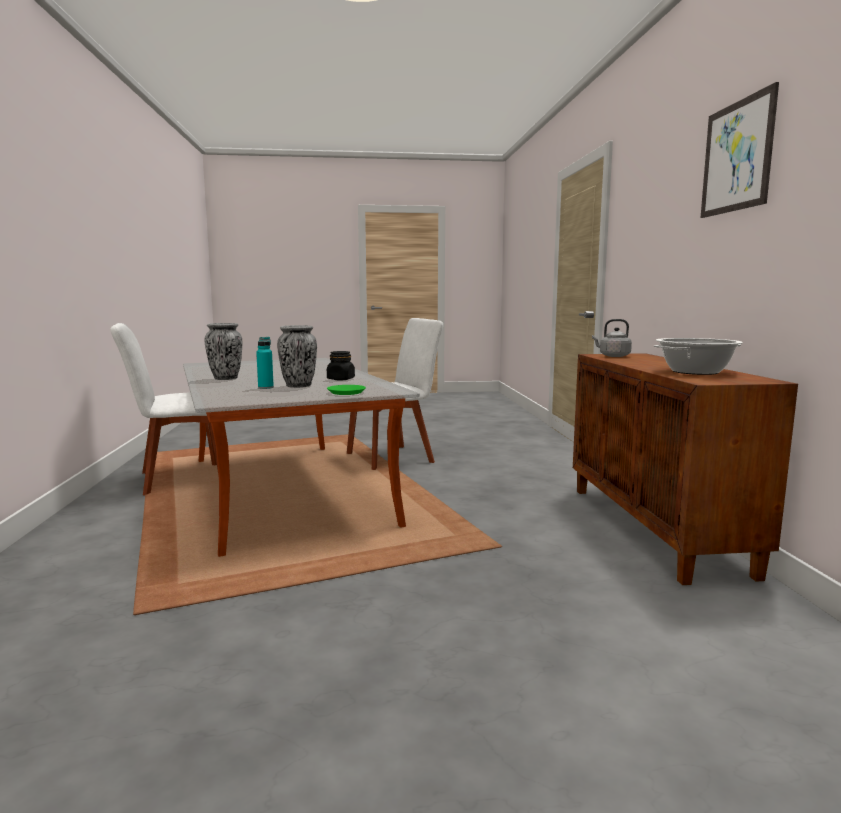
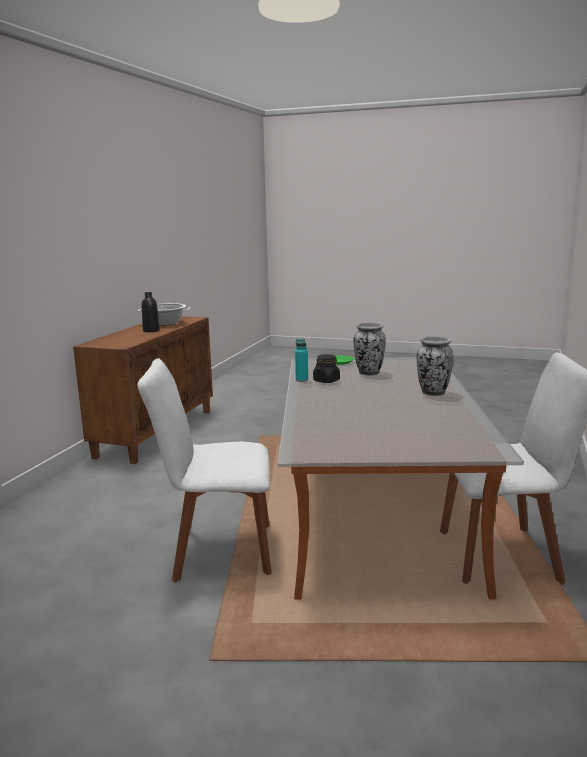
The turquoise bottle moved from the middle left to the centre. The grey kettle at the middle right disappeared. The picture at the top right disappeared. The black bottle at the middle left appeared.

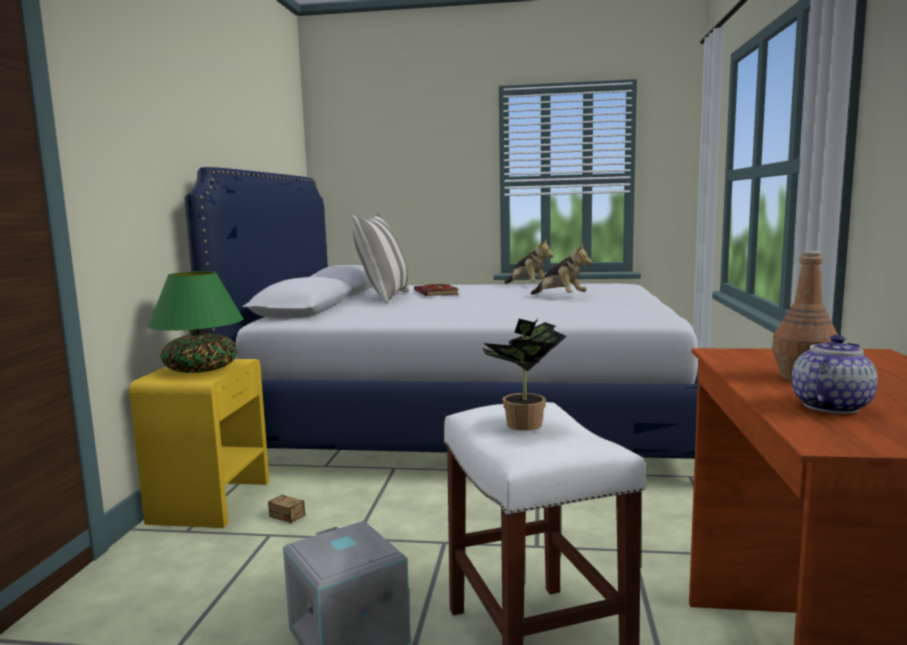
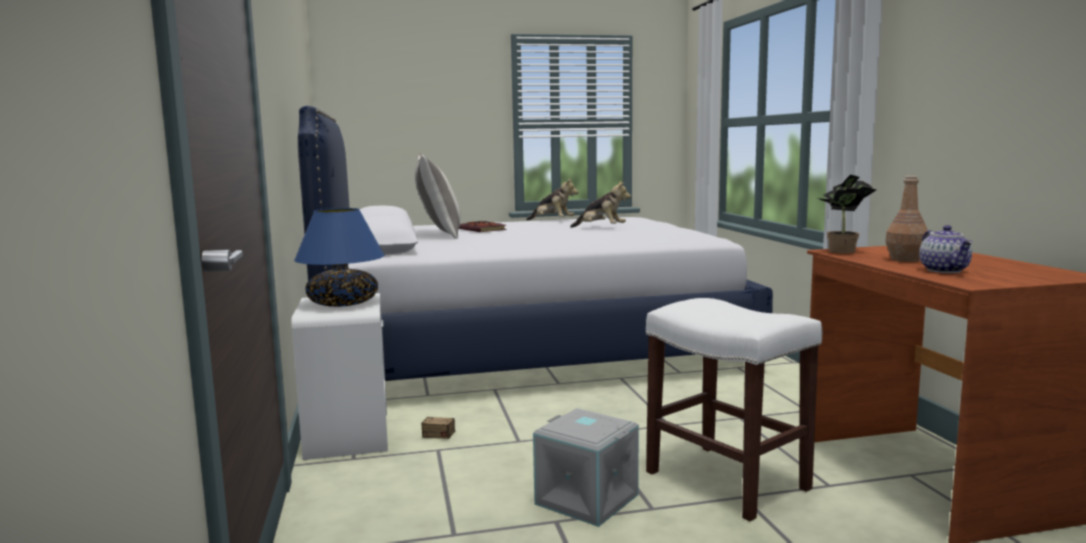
The yellow nightstand at the bottom left became the white nightstand at the bottom left. The green table lamp at the middle left became the blue table lamp at the middle left. The potted plant moved from the centre to the middle right. The teapot at the middle right turned 150 degrees clockwise.

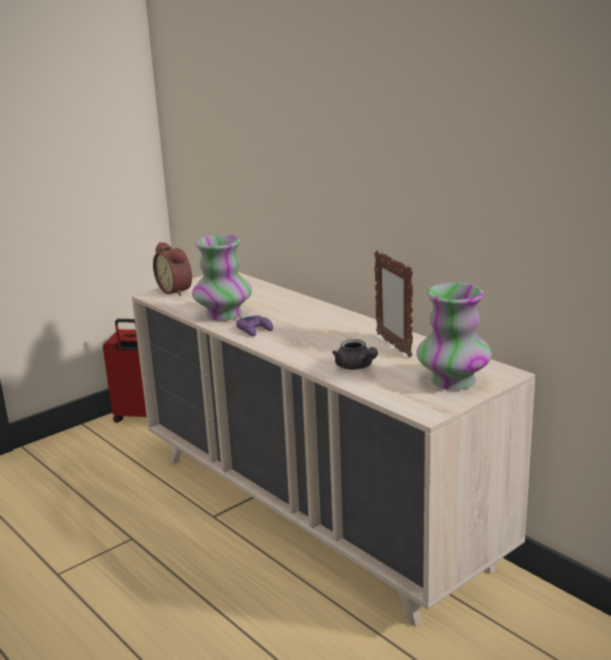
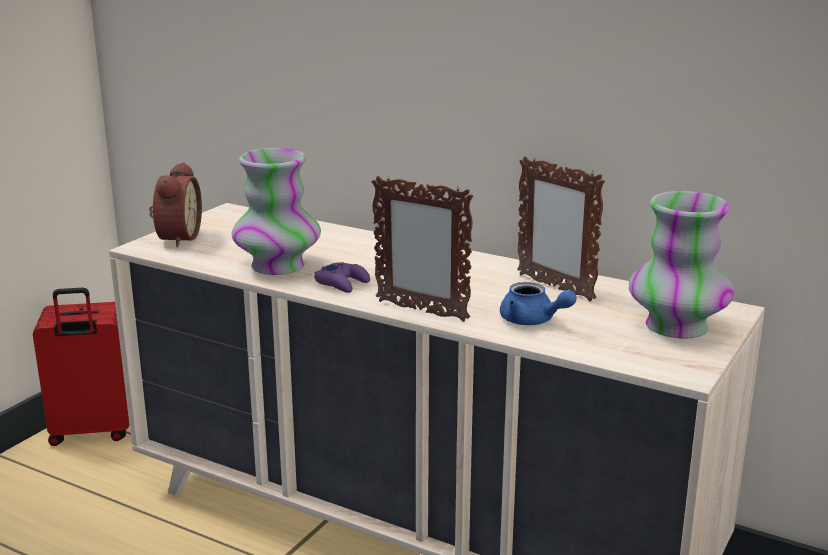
The alarm clock at the middle left turned 120 degrees counterclockwise. The grey teapot at the centre became the blue teapot at the centre. The picture frame (1st from left) at the centre appeared.

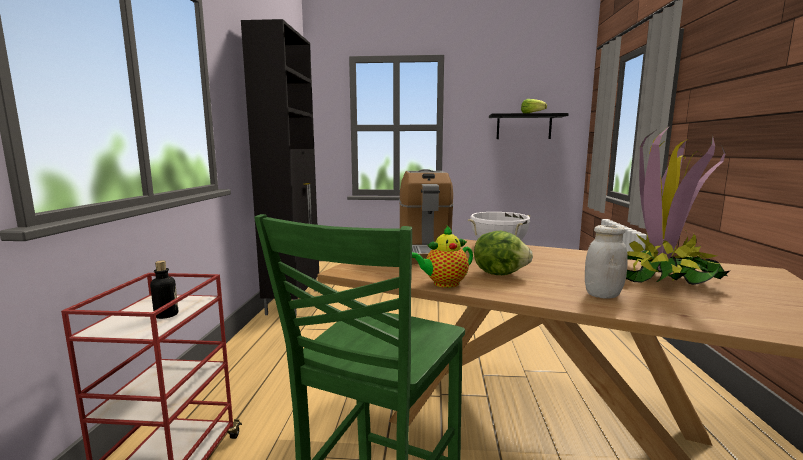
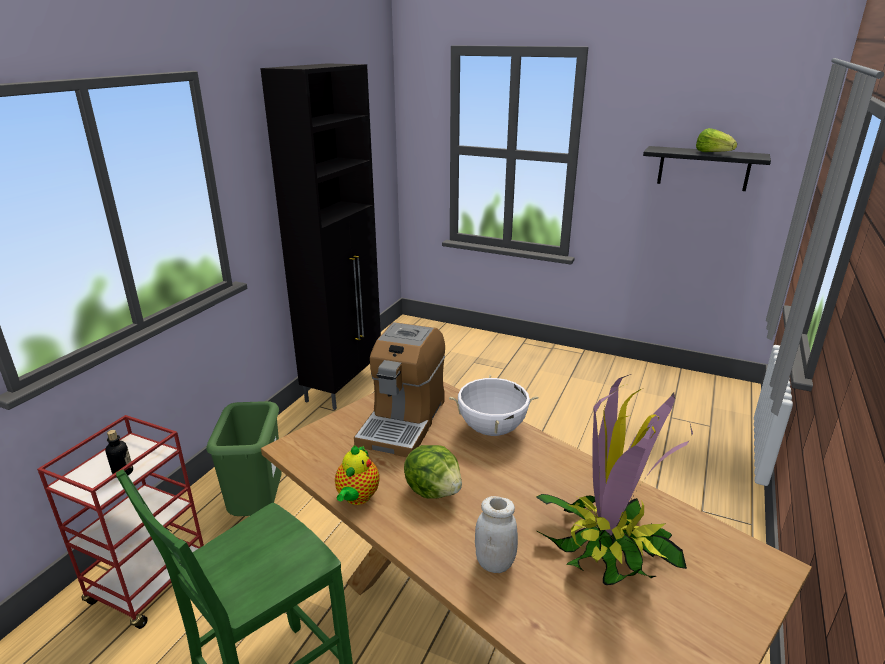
The teapot at the centre turned 75 degrees counterclockwise. The green trash can at the bottom left appeared.

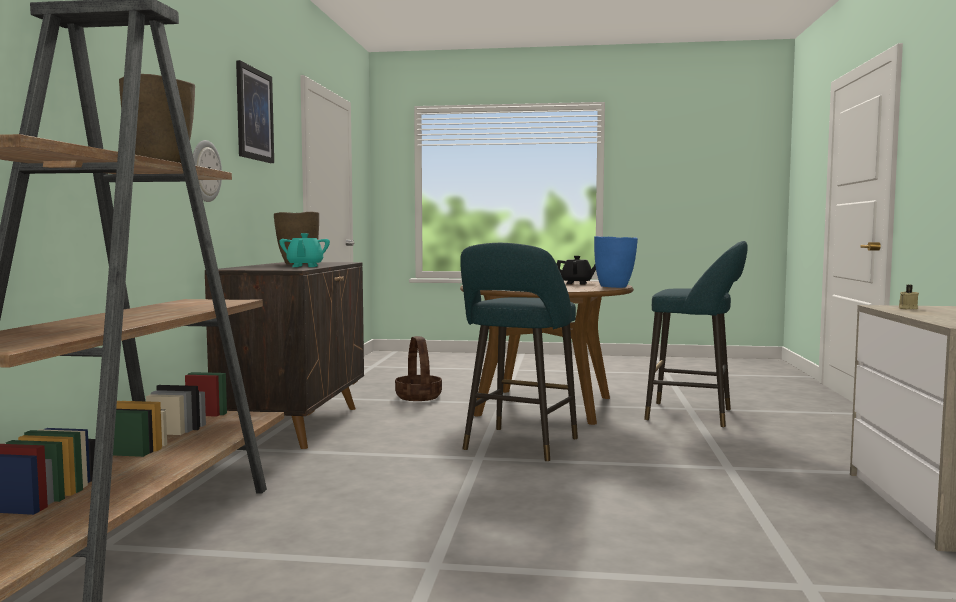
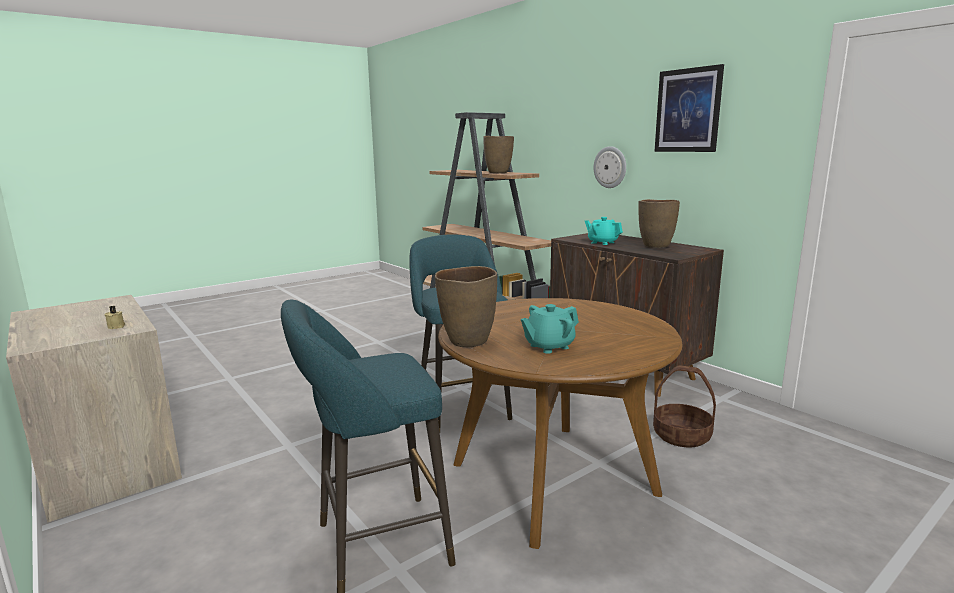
The black teapot at the centre became the turquoise teapot (1st from left) at the centre. The blue vase at the centre became the brown vase (1st from left) at the centre.

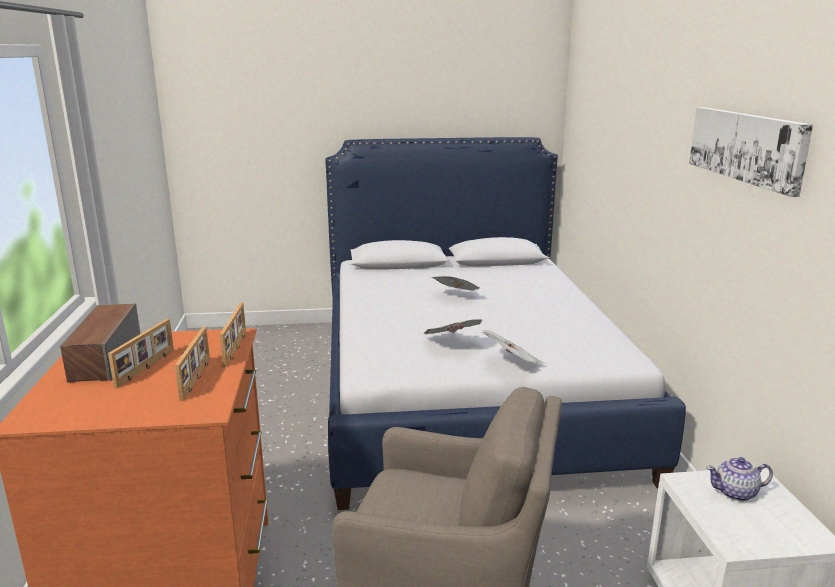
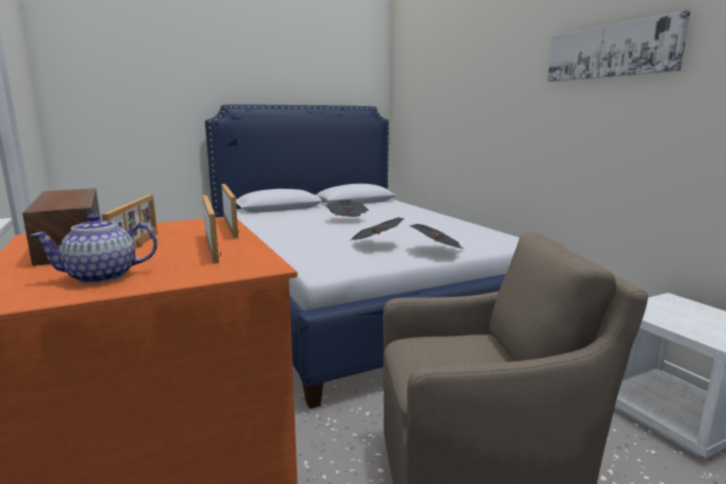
The teapot moved from the bottom right to the middle left.

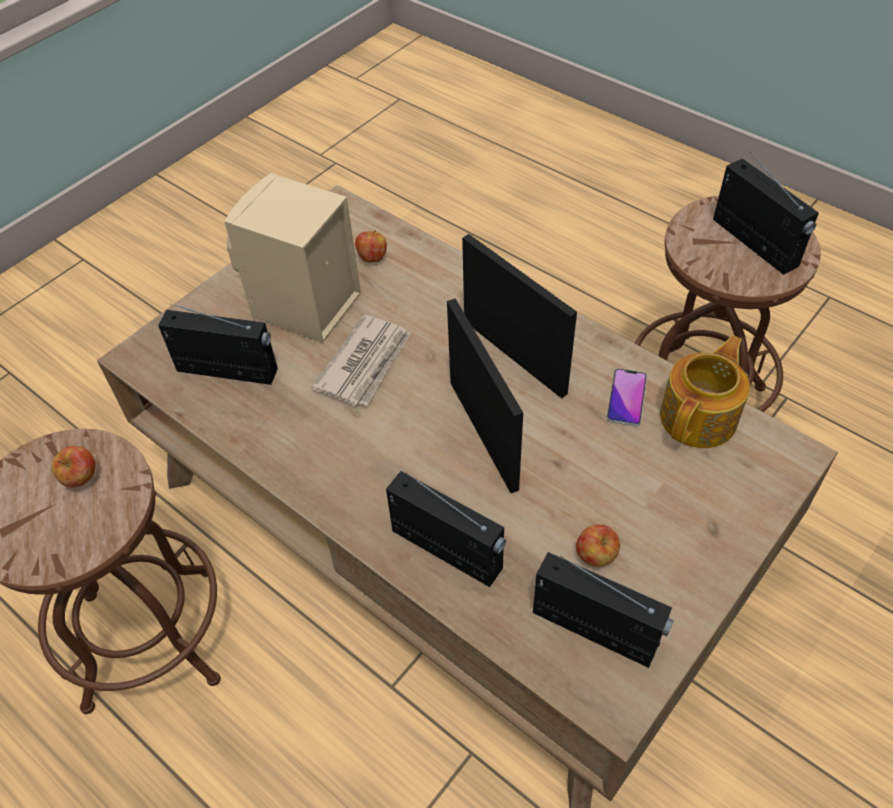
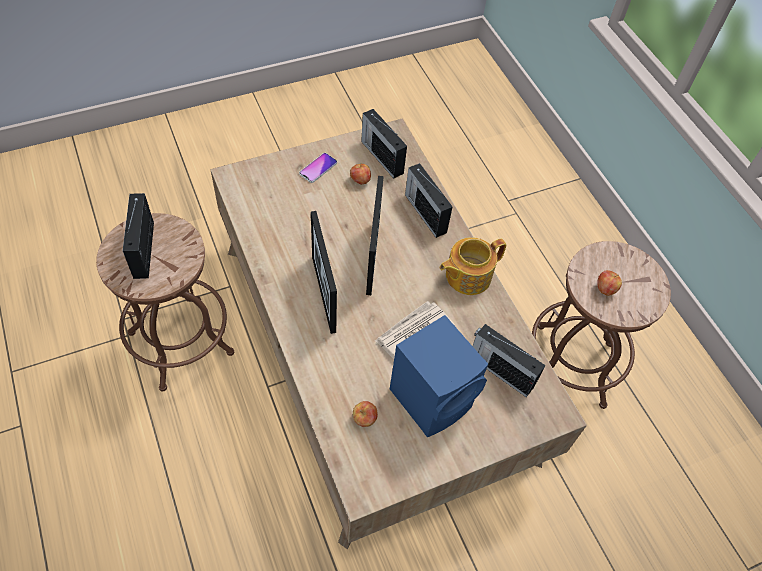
The beige speaker at the top left became the blue speaker at the centre. The phone moved from the middle right to the top centre. The teapot moved from the middle right to the centre.

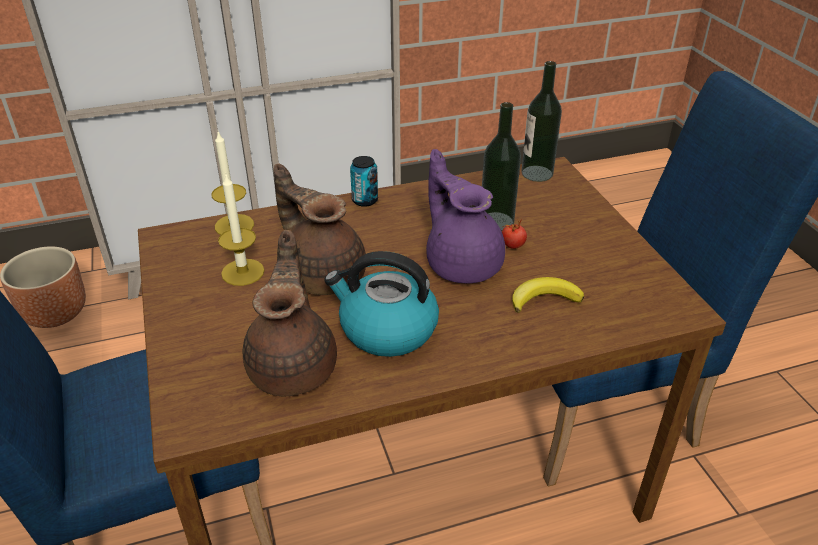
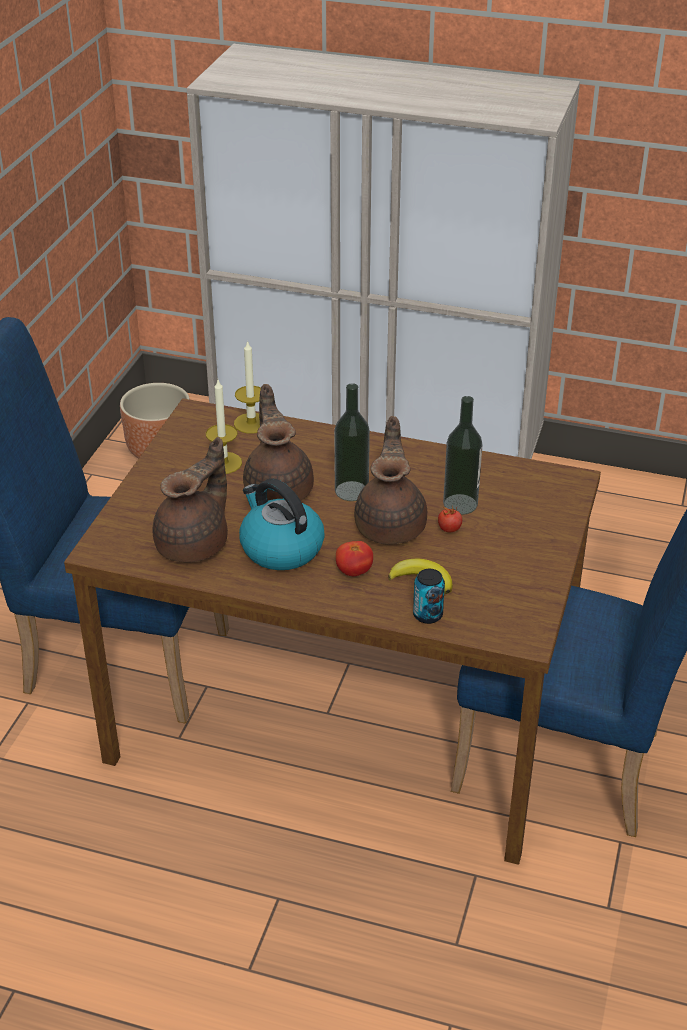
The can moved from the top centre to the centre. The purple teapot at the centre became the brown teapot (3rd from left) at the centre. The bottle (2nd from left in the first image) moved from the top centre to the centre. The tomato (1st from left) at the centre appeared.

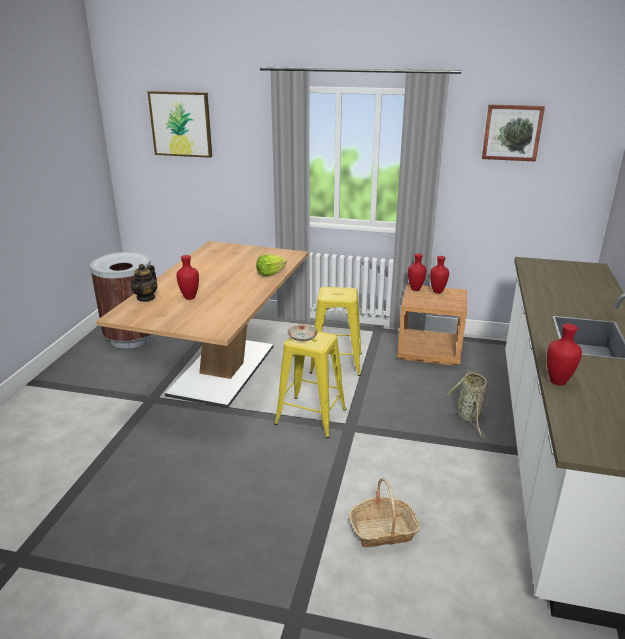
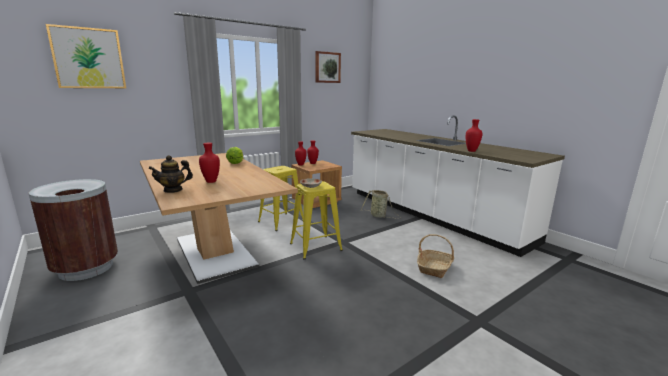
The teapot at the middle left turned 90 degrees clockwise.

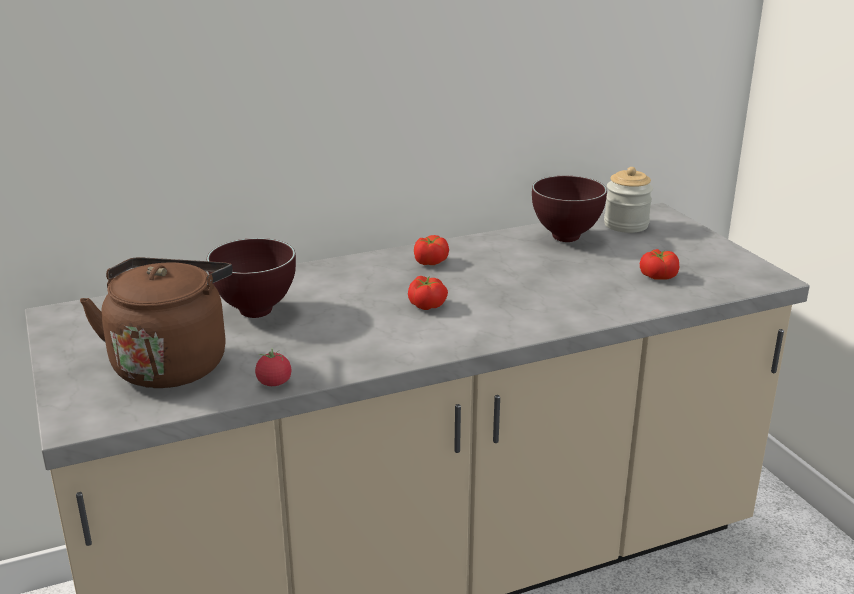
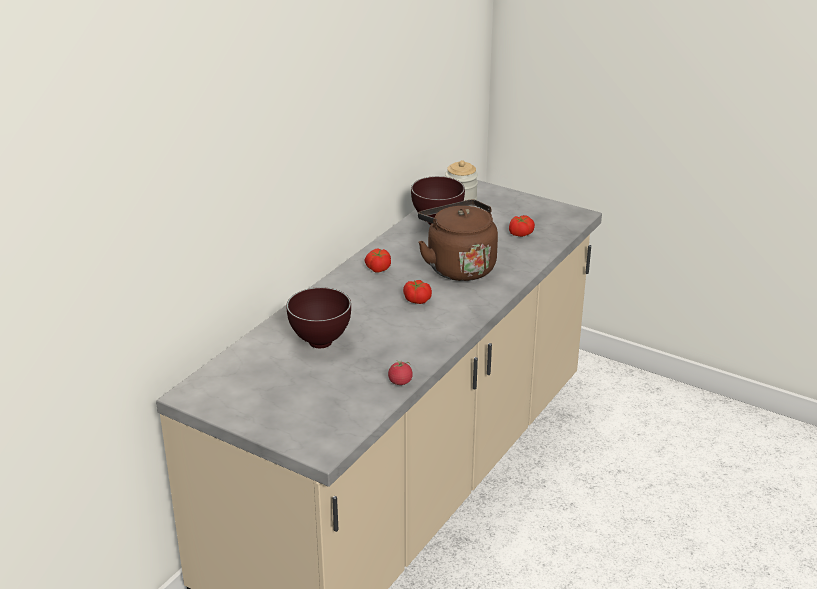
The brown kettle moved from the middle left to the centre.

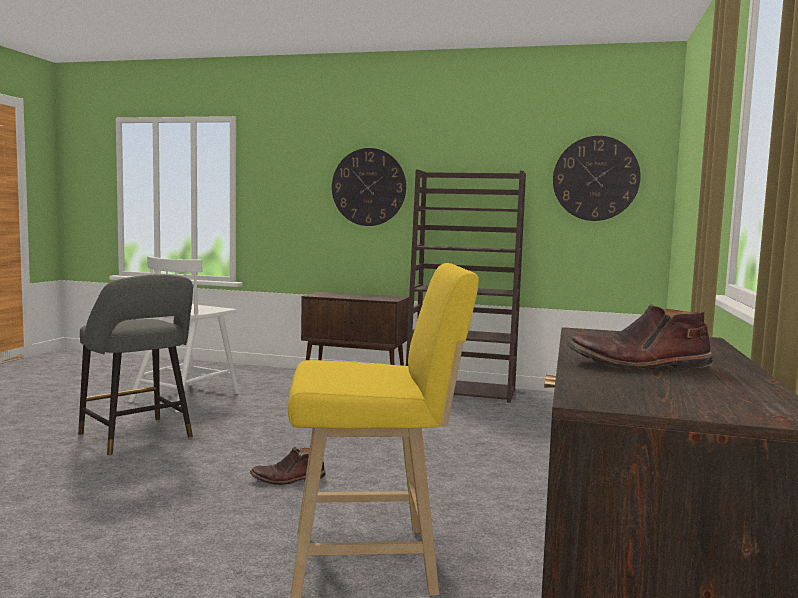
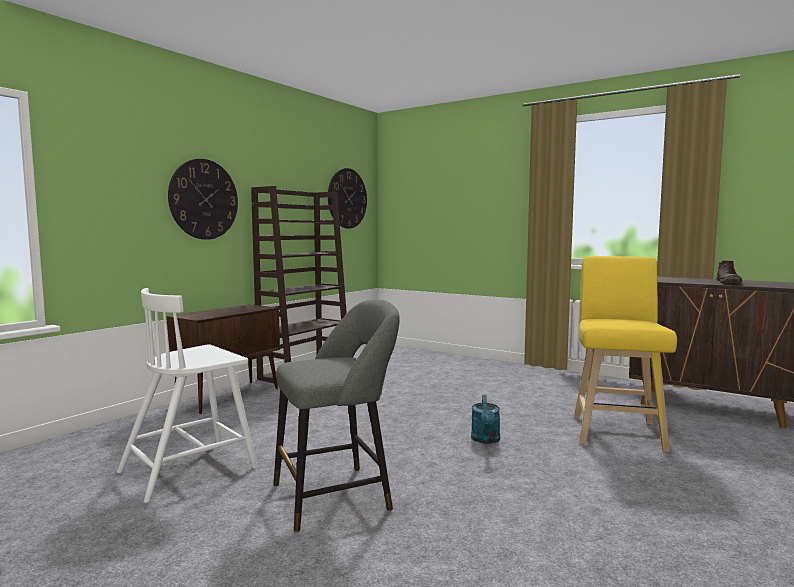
The white chair at the middle left turned 90 degrees clockwise. The brown boot (1st from left) at the bottom centre was replaced by the turquoise watering can at the bottom centre.

